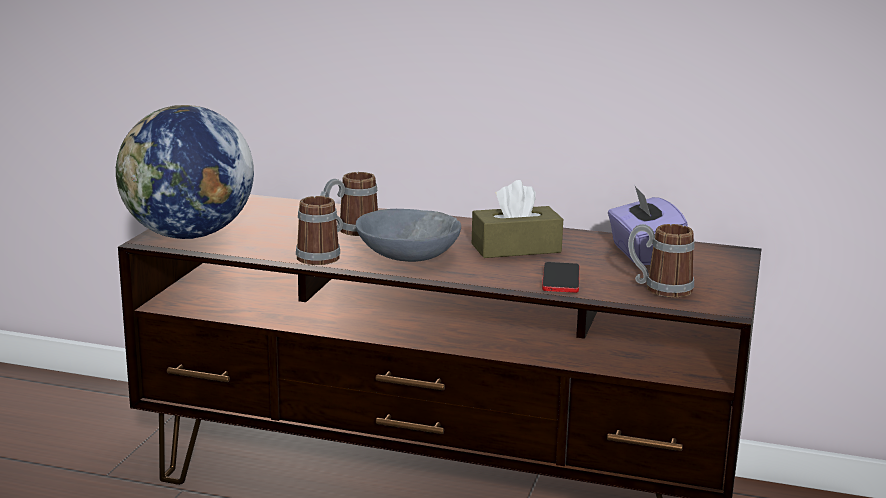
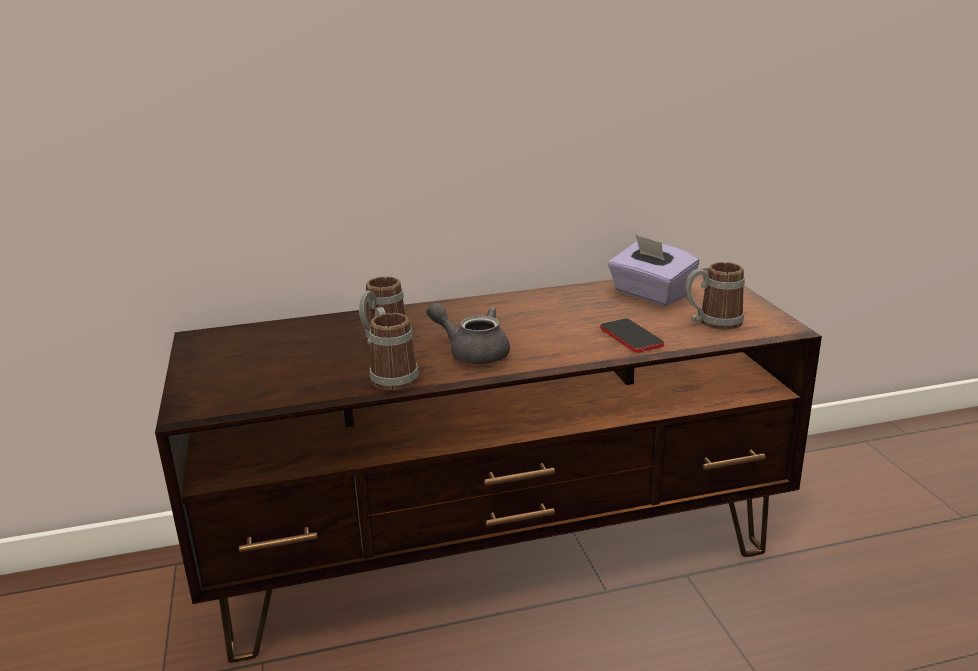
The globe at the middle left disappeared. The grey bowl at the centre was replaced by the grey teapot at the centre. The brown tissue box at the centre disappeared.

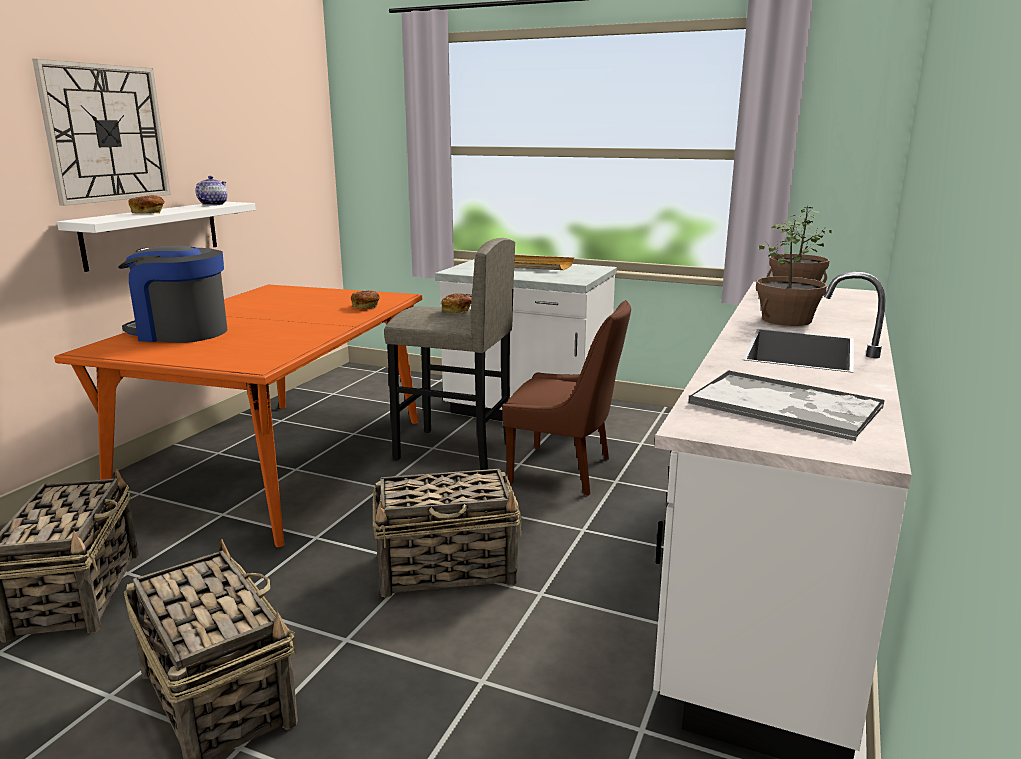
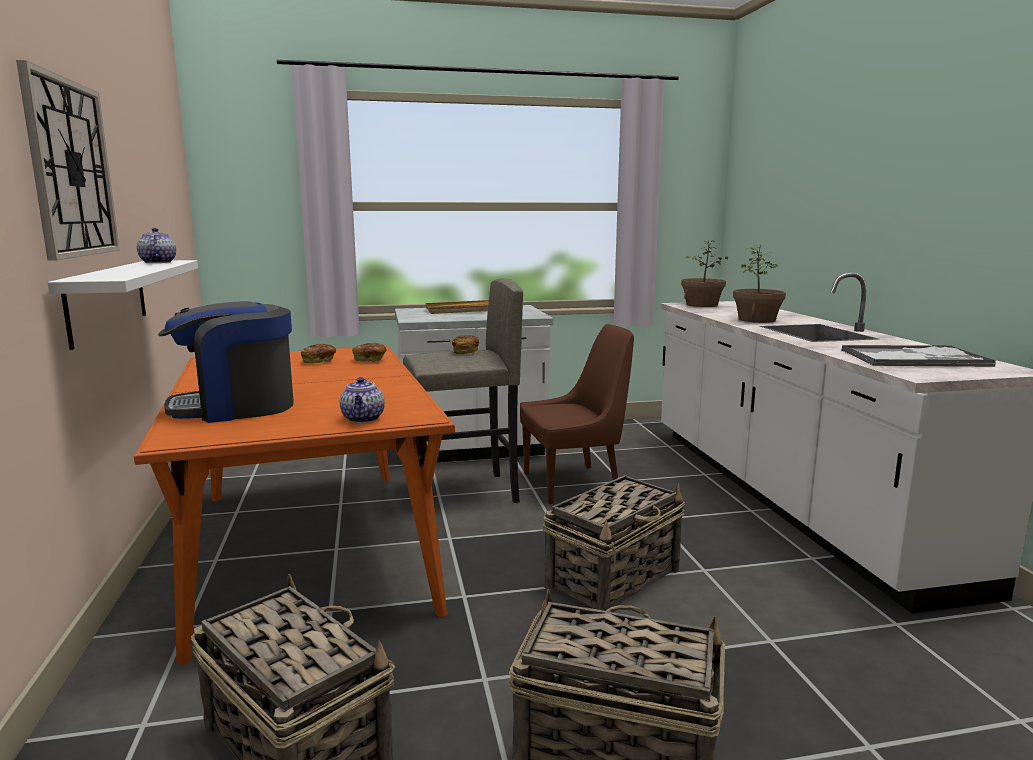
The bread (1st from left) moved from the top left to the middle left. The teapot (2nd from left) at the centre appeared.

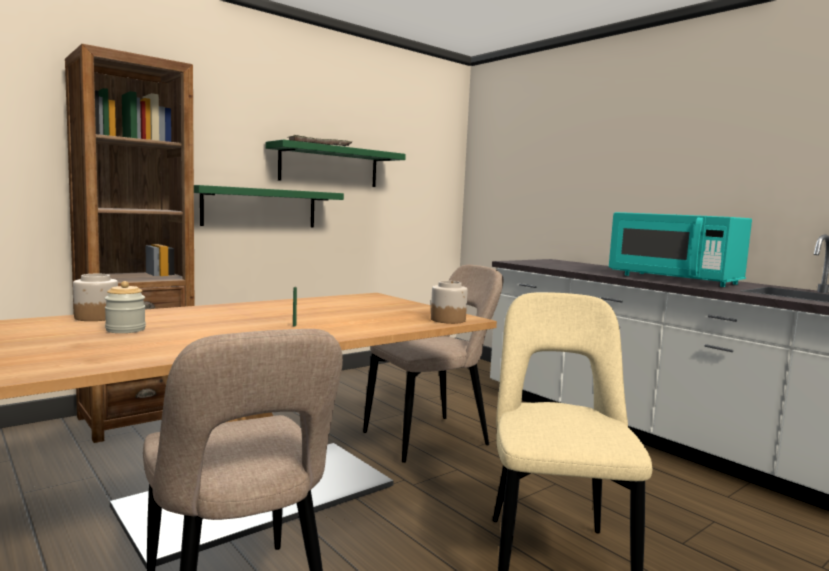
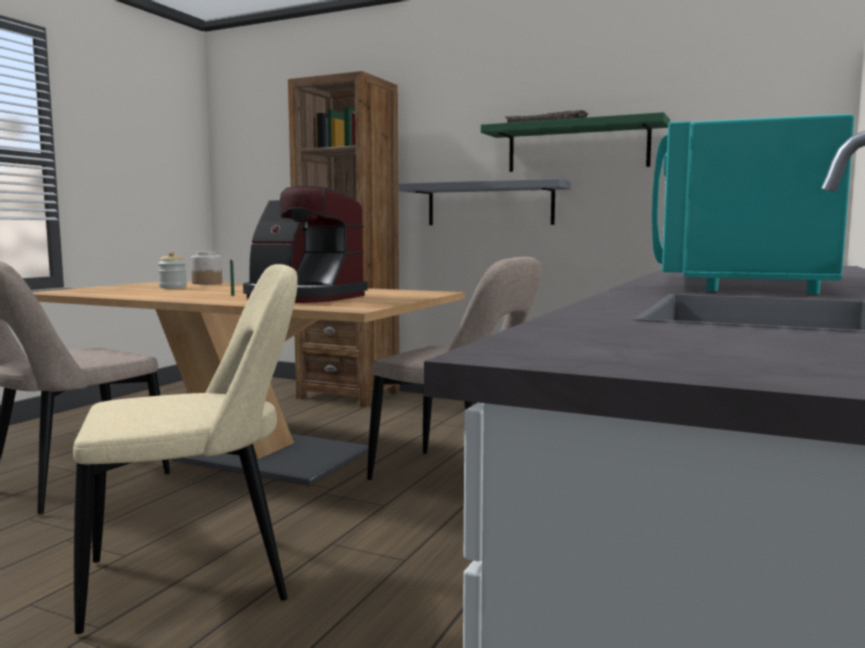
The green shelf (1st from left) at the middle left became the grey shelf at the top centre. The jar (3rd from left) at the centre disappeared. The coffee machine at the centre appeared.

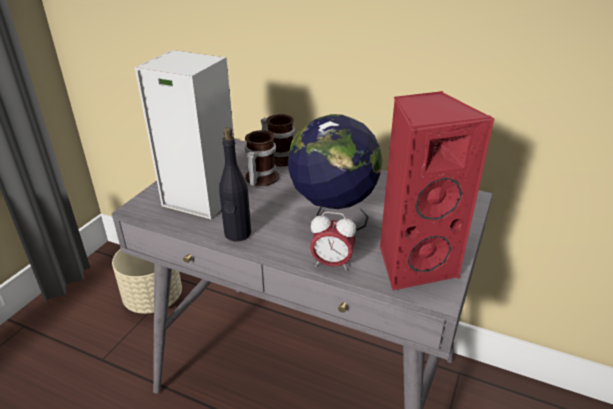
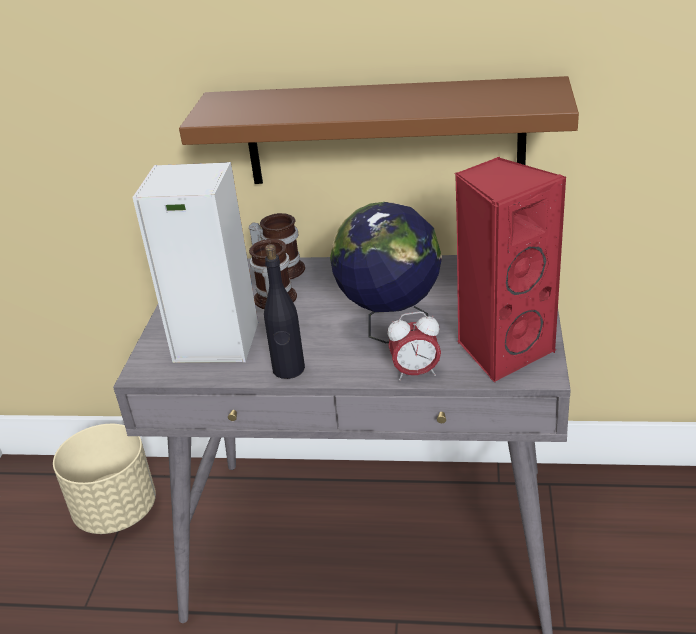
The brown shelf at the top centre appeared.

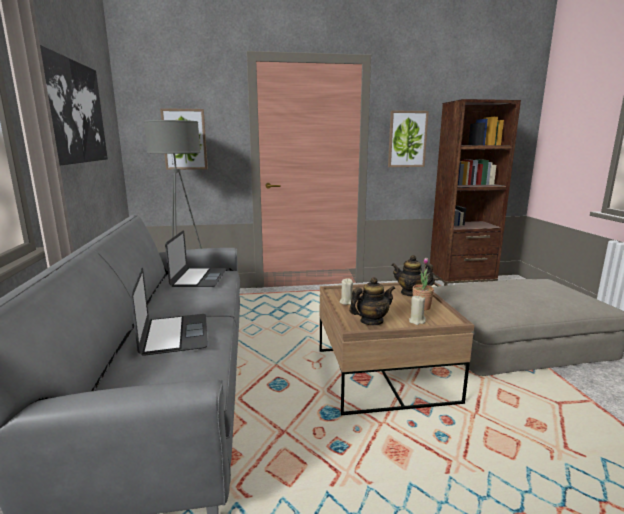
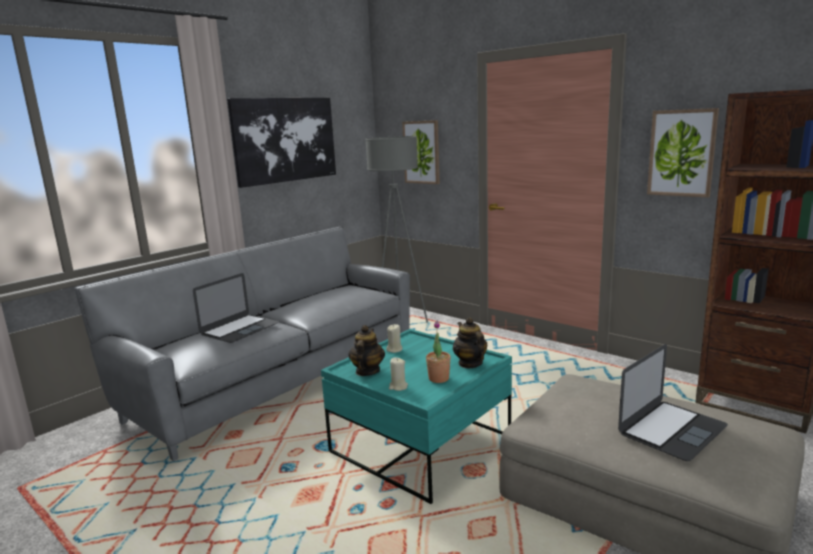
The laptop (2nd from left) moved from the middle left to the bottom right. The brown coffee table at the bottom centre became the turquoise coffee table at the bottom centre. The teapot (1st from left) at the centre turned 105 degrees counterclockwise.

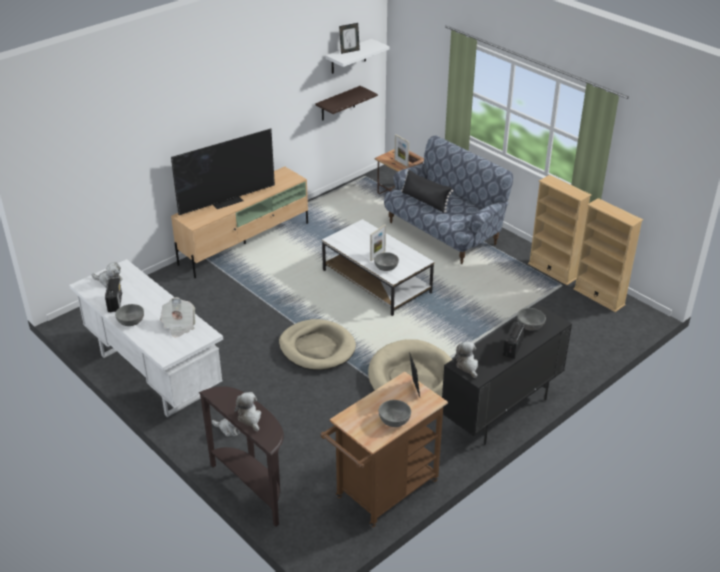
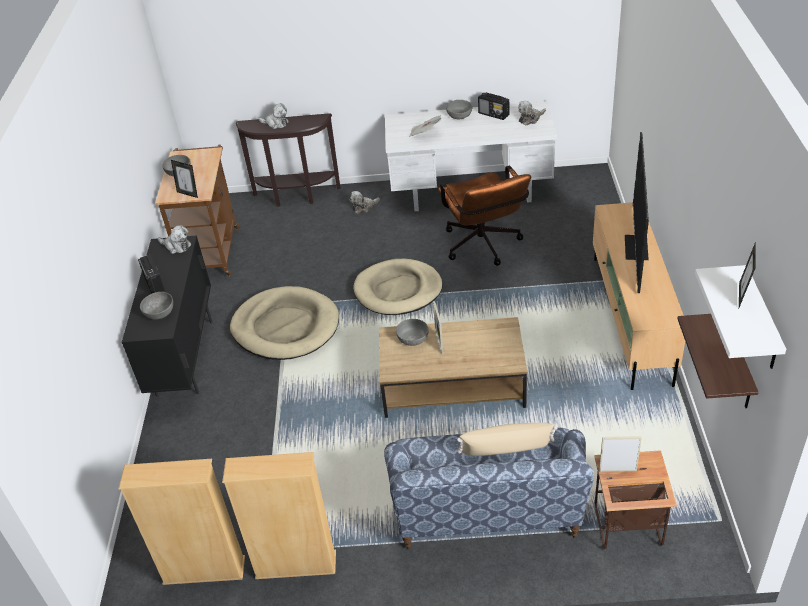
The white coffee table at the centre became the brown coffee table at the centre. The black pillow at the centre became the beige pillow at the bottom centre. The brown office chair at the centre appeared.

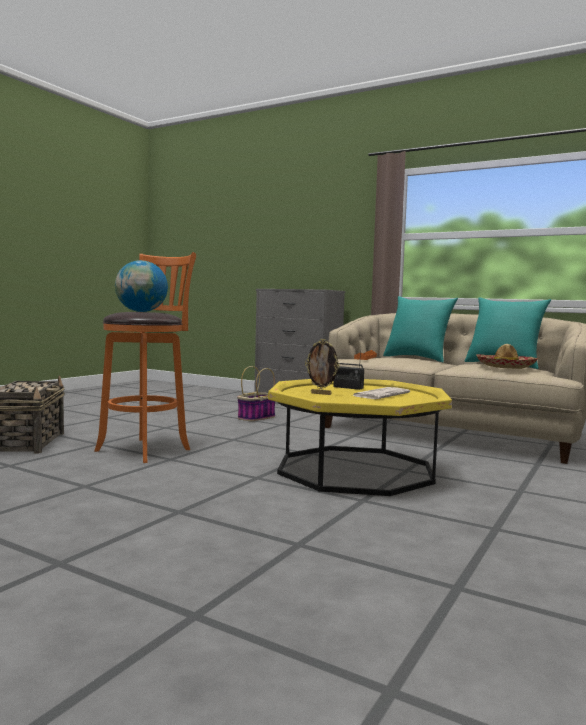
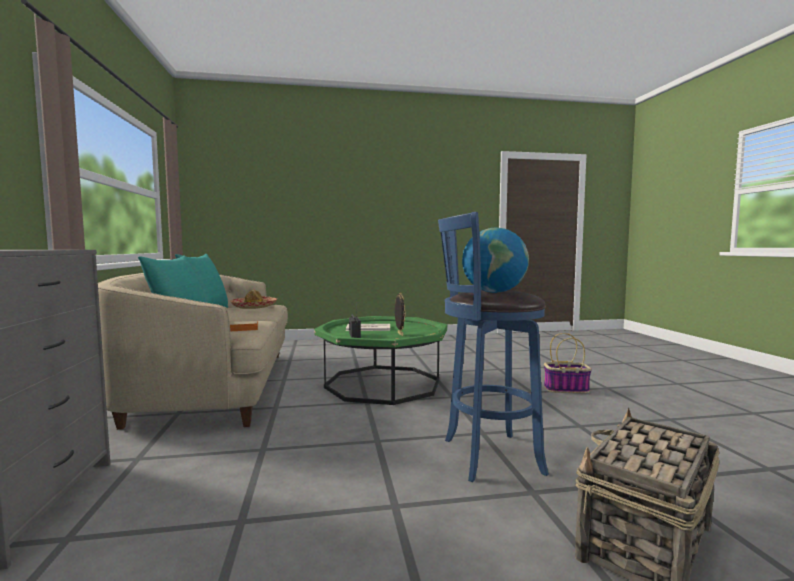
The orange stool at the middle left became the blue stool at the centre. The basket (2nd from left in the first image) moved from the centre to the middle right. The yellow coffee table at the centre became the green coffee table at the centre.

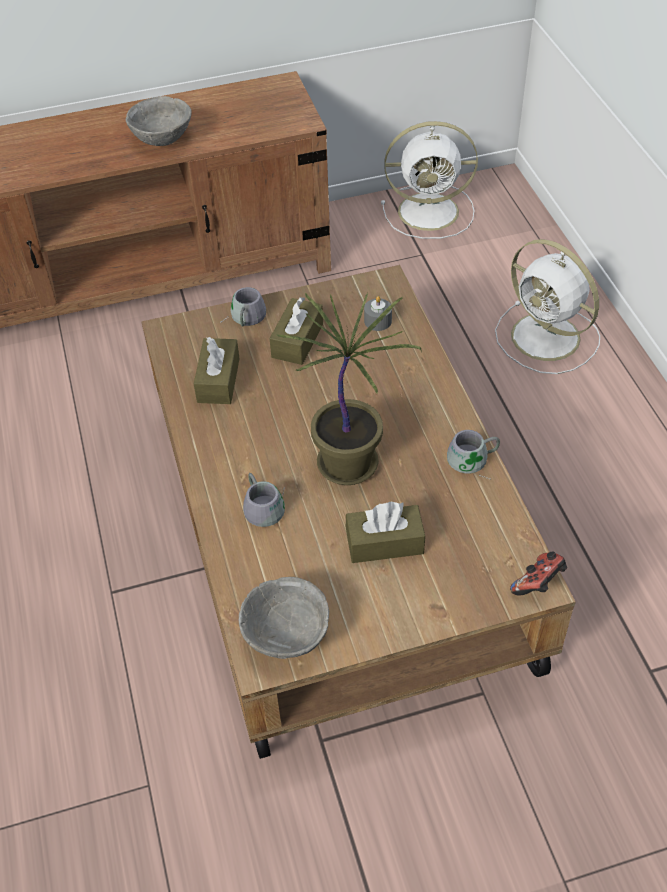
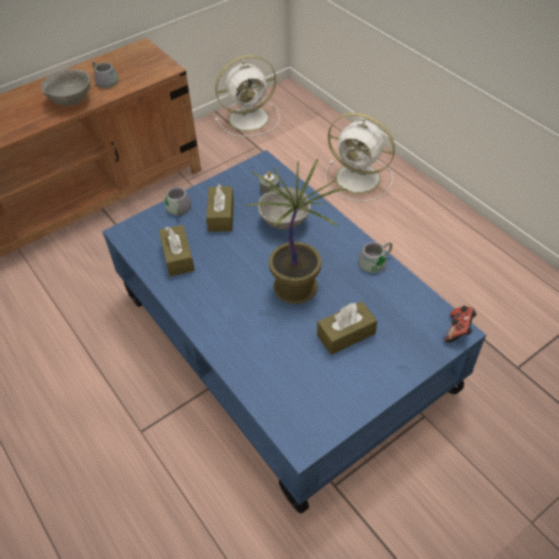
The brown coffee table at the centre became the blue coffee table at the centre. The grey bowl (2nd from left) moved from the bottom centre to the centre. The grey mug (2nd from left in the first image) moved from the centre to the top left.

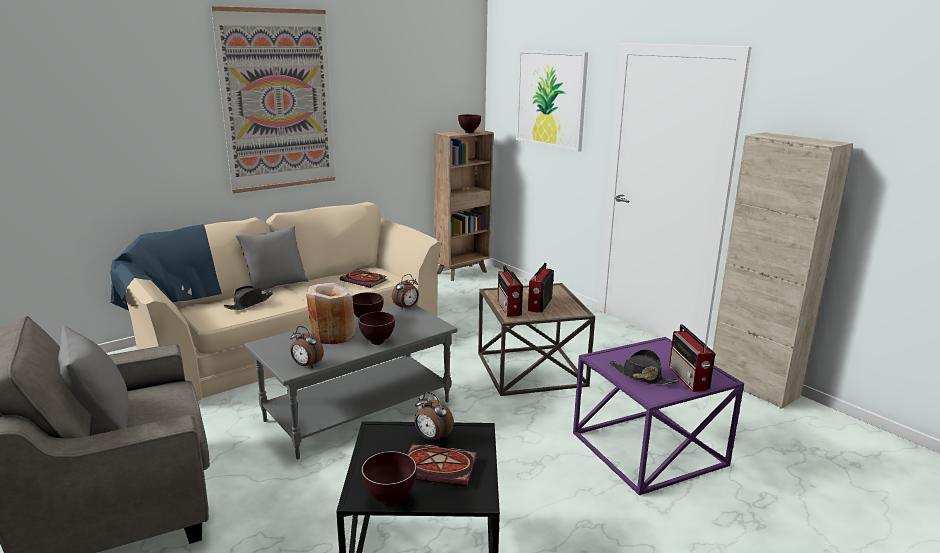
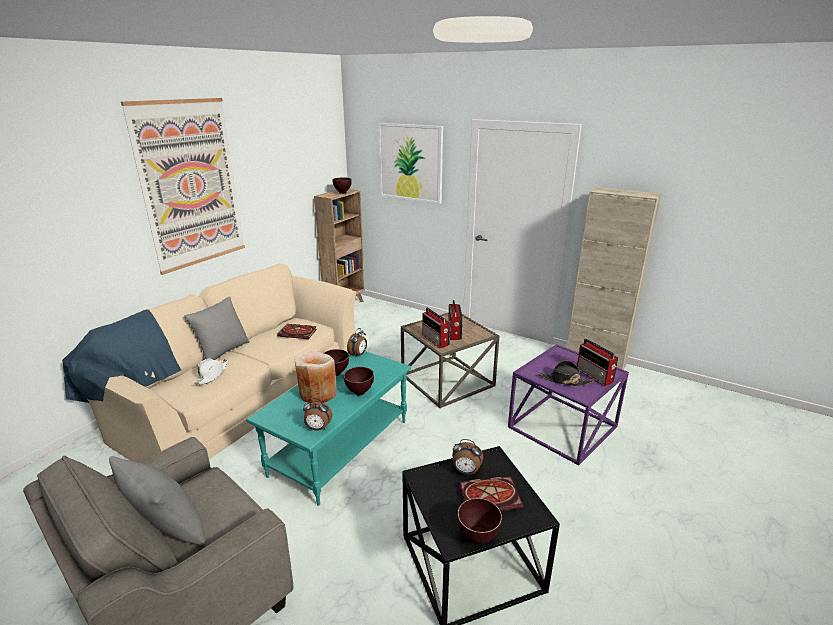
The black hat (1st from left) at the middle left became the white hat at the middle left. The grey coffee table at the bottom centre became the turquoise coffee table at the bottom centre.

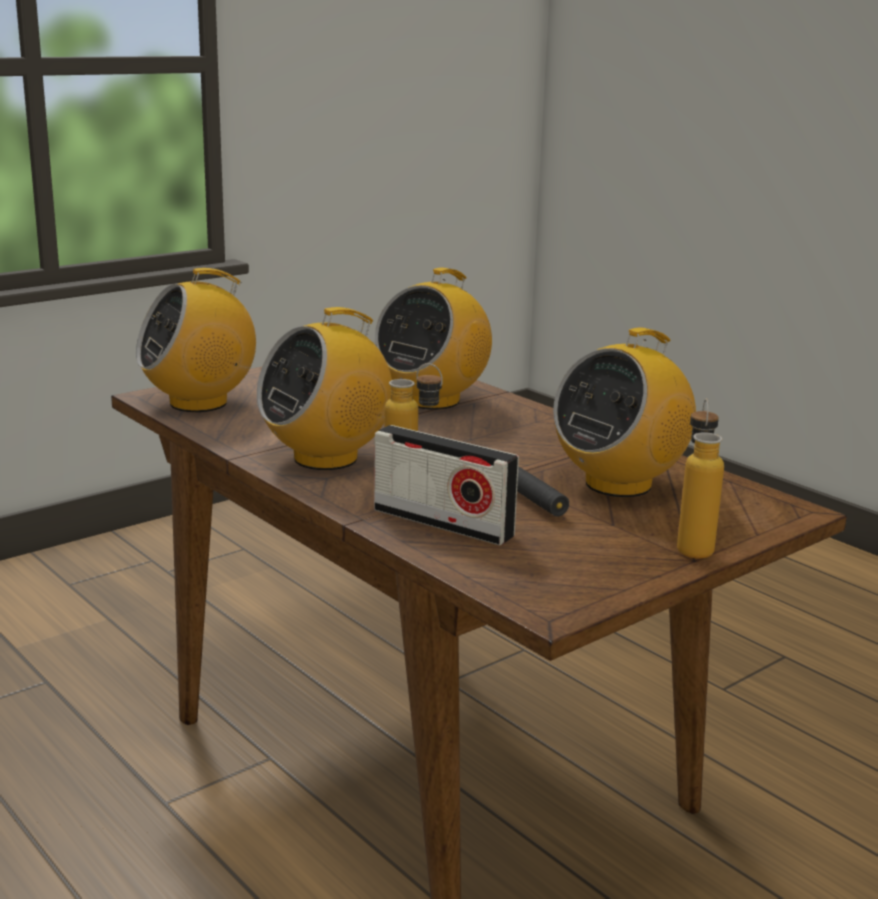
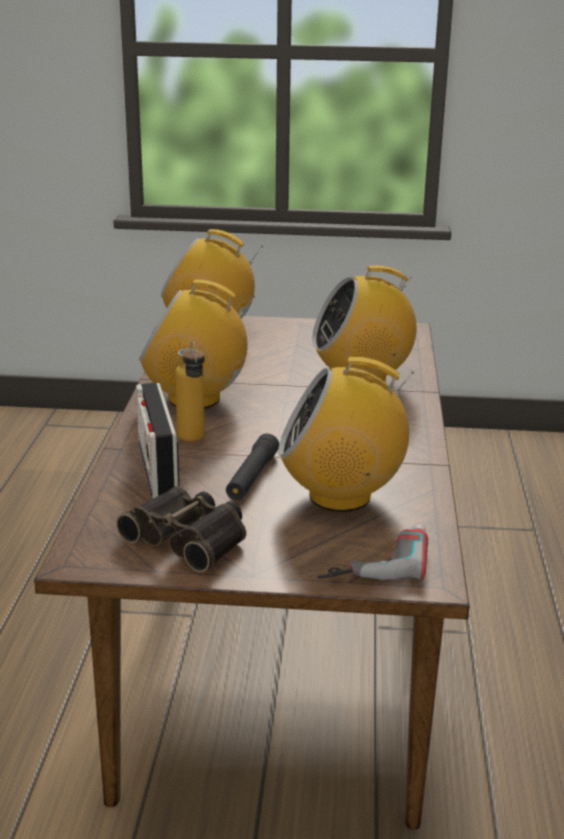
The bottle (2nd from left) at the middle right disappeared. The binoculars at the middle left appeared. The power drill at the centre appeared.

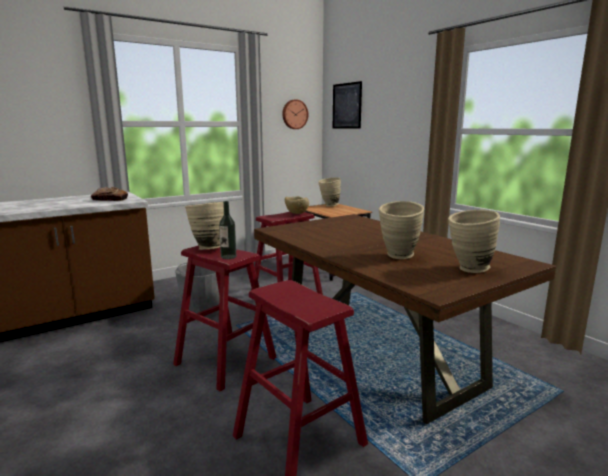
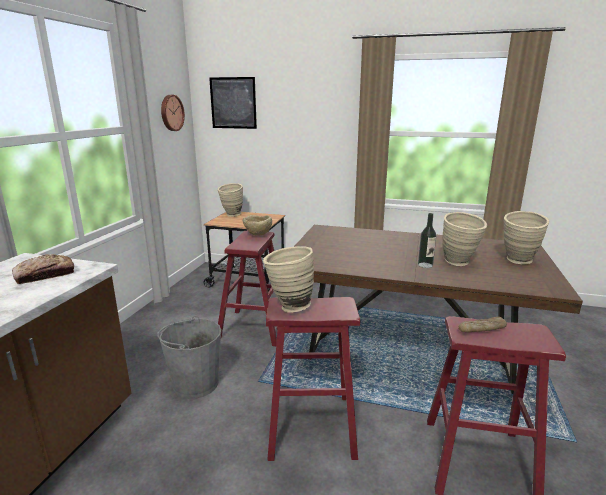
The bottle moved from the centre to the middle right. The bread (2nd from left) at the middle right appeared.

